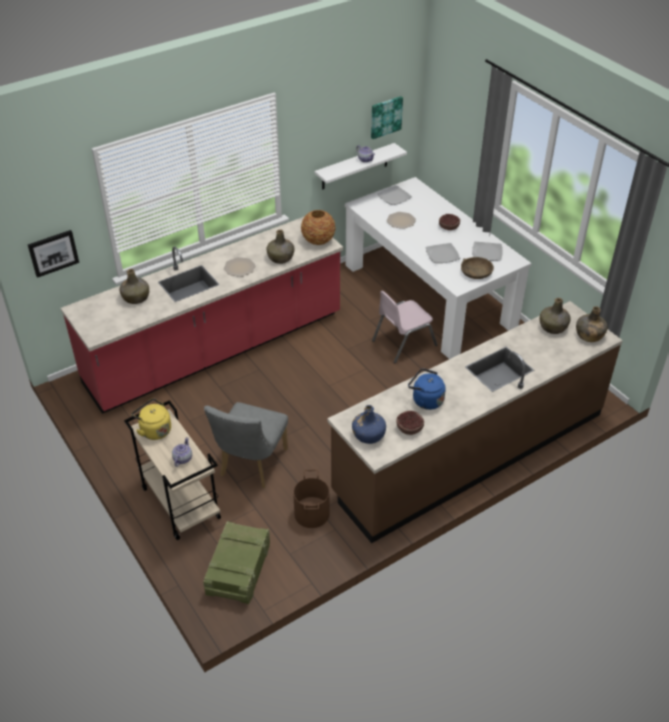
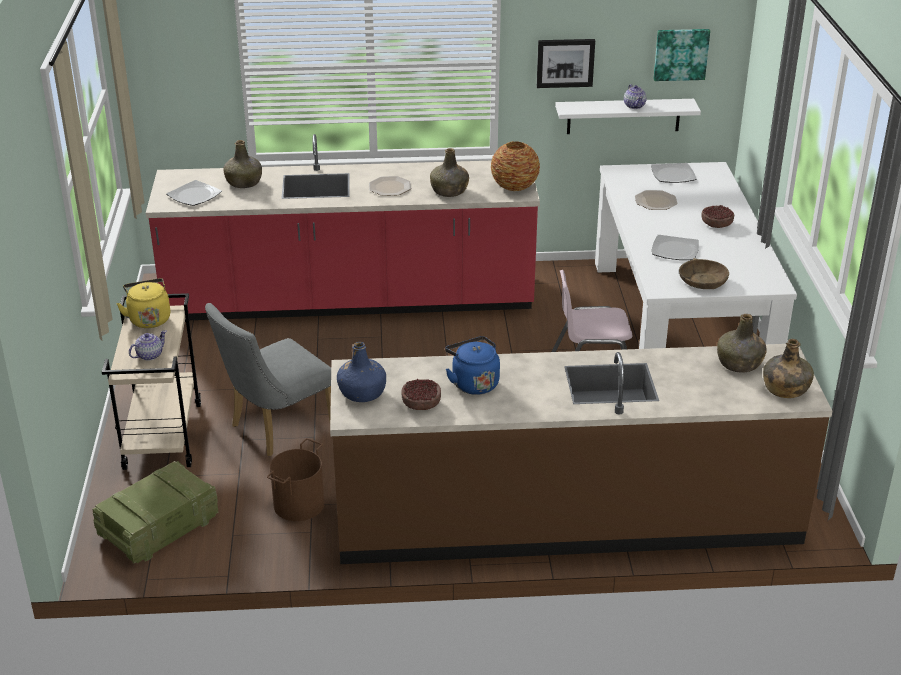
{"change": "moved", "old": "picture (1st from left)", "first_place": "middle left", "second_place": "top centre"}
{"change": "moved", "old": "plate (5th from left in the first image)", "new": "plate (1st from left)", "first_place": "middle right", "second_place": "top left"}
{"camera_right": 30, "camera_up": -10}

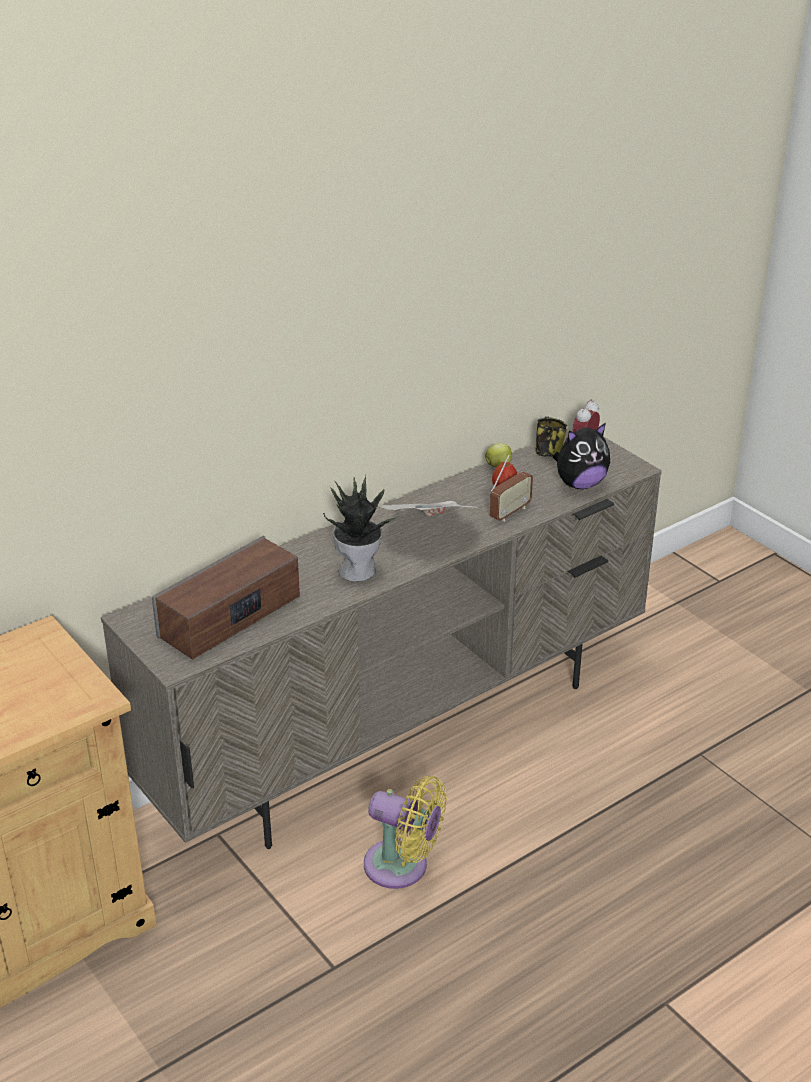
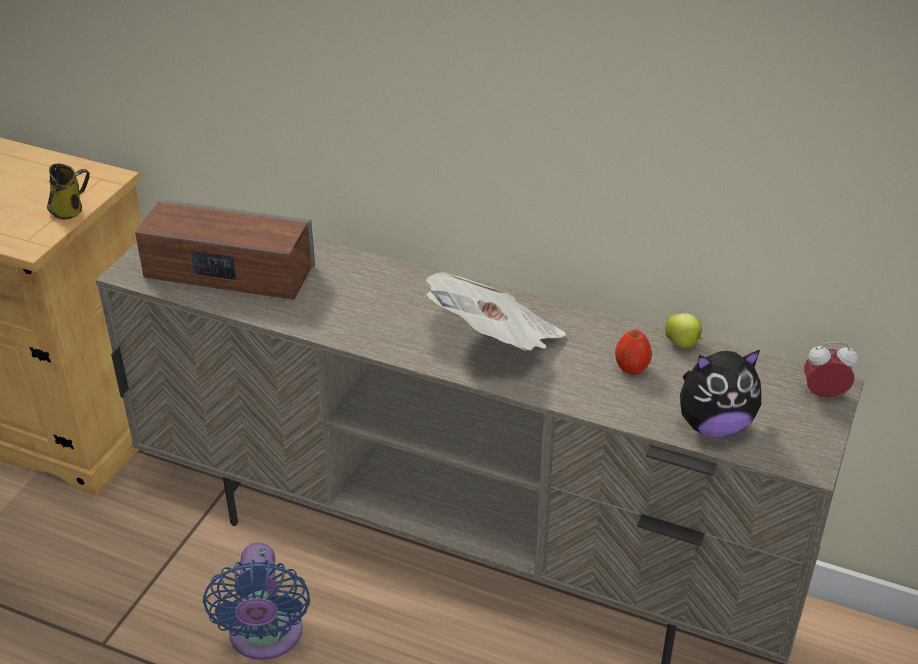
{"change": "removed", "old": "potted plant", "first_place": "centre"}
{"change": "removed", "old": "radio", "first_place": "centre"}
{"change": "moved", "old": "mug", "first_place": "middle right", "second_place": "top left"}
{"change": "recoloured", "old": "fan (yellow)", "new": "fan (blue)", "first_place": "bottom centre", "second_place": "bottom left"}
{"change": "turned", "old": "plush toy", "first_place": "middle right", "second_place": "middle right", "degrees": -45}
{"camera_right": 60, "camera_up": 5}

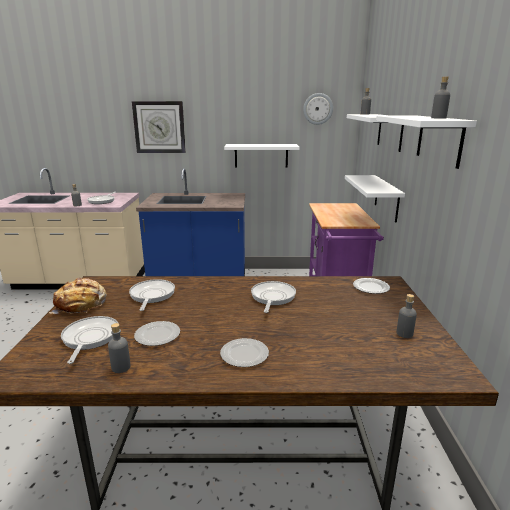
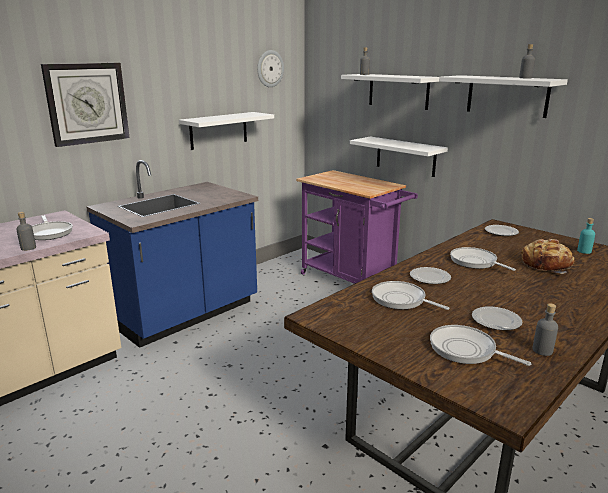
{"change": "moved", "old": "bread", "first_place": "middle left", "second_place": "middle right"}
{"change": "moved", "old": "plate (2nd from left in the first image)", "new": "plate (1st from left)", "first_place": "bottom centre", "second_place": "middle right"}
{"change": "recoloured", "old": "bottle (grey) (4th from left)", "new": "bottle (turquoise)", "first_place": "middle right", "second_place": "middle right"}
{"camera_right": -45, "camera_up": 0}

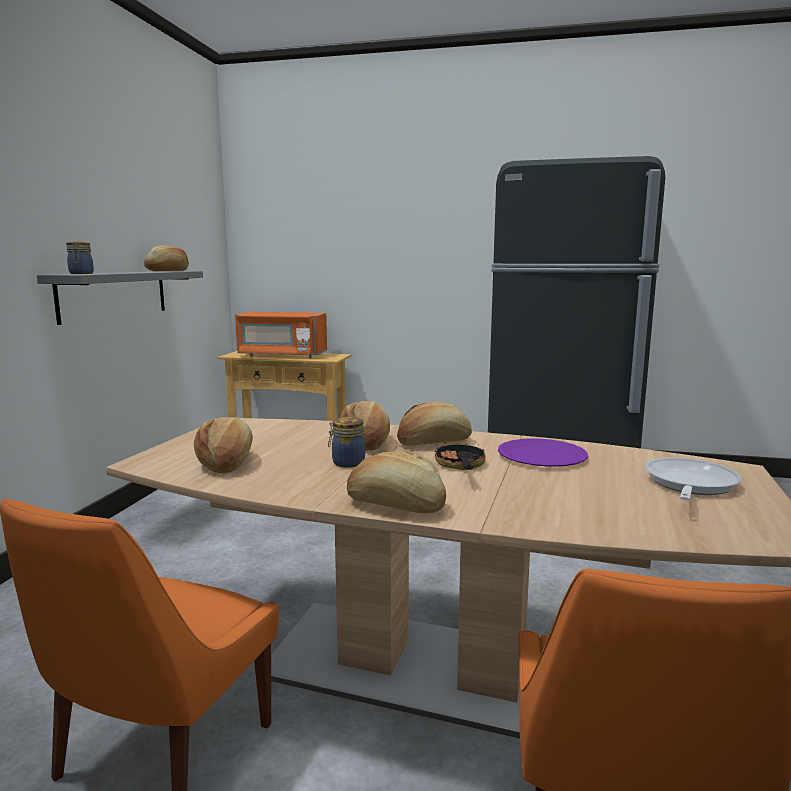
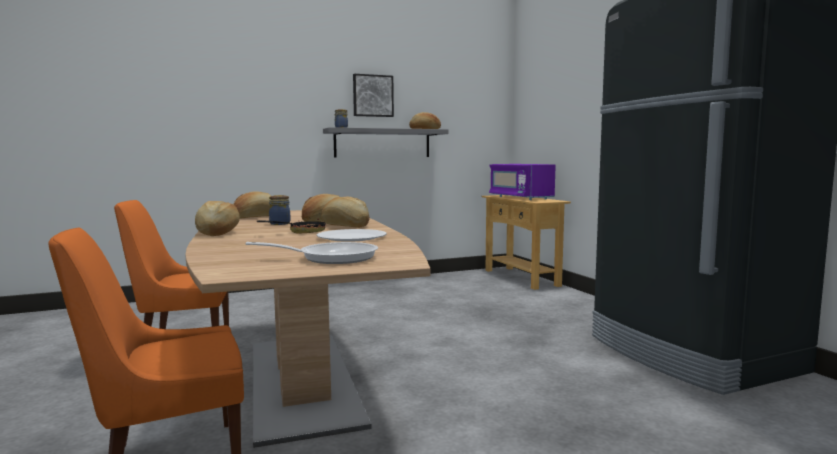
{"change": "added", "new": "picture", "second_place": "top centre"}
{"change": "recoloured", "old": "microwave (orange)", "new": "microwave (purple)", "first_place": "centre", "second_place": "centre"}
{"change": "recoloured", "old": "plate (purple)", "new": "plate (white)", "first_place": "middle right", "second_place": "centre"}
{"camera_right": 55, "camera_up": -5}

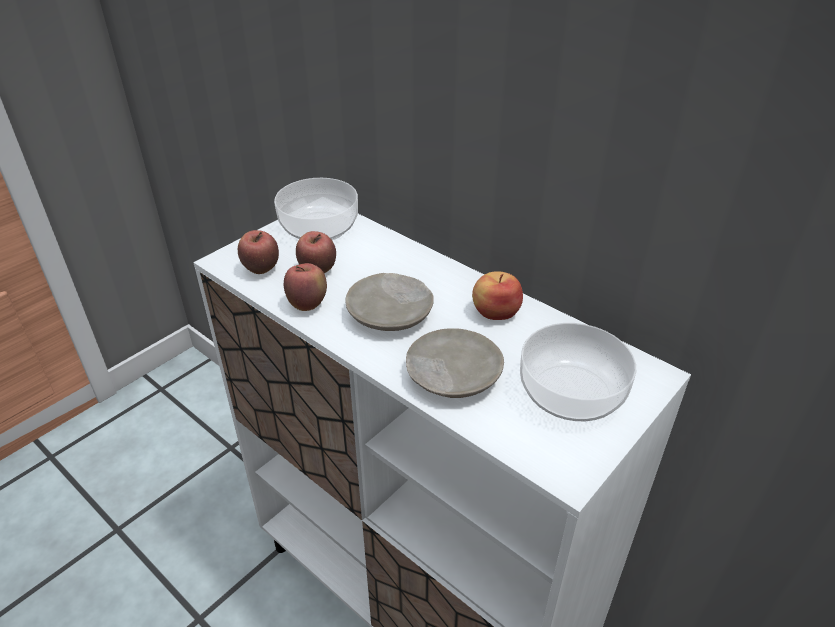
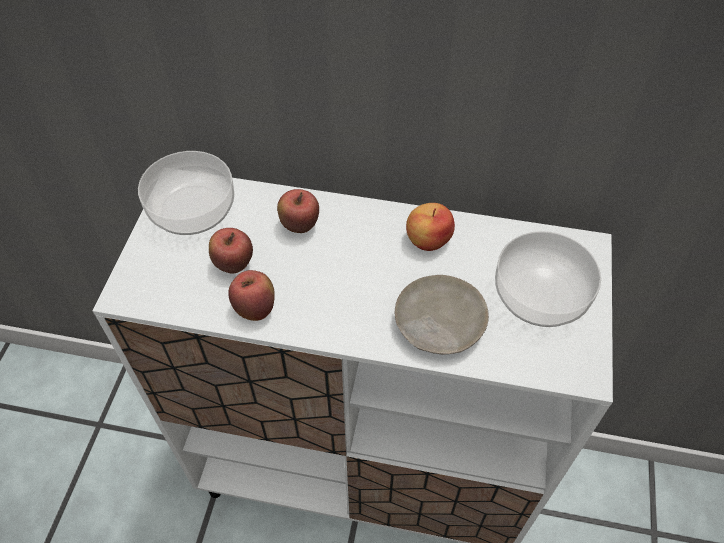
{"change": "removed", "old": "plate (beige) (1st from left)", "first_place": "centre"}
{"change": "moved", "old": "apple (1st from left in the first image)", "new": "apple (3rd from left)", "first_place": "middle left", "second_place": "centre"}
{"camera_right": -30, "camera_up": 15}

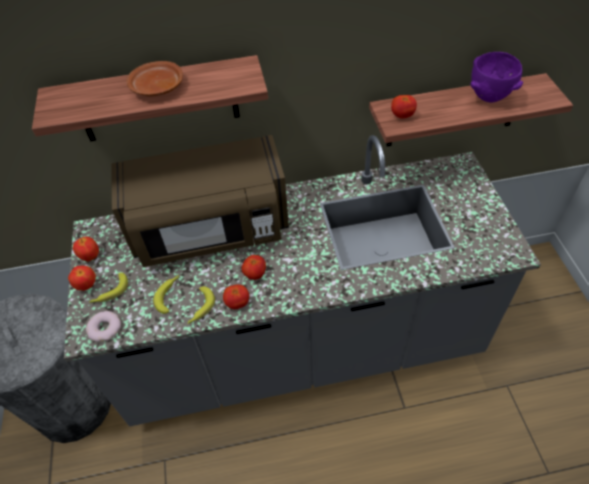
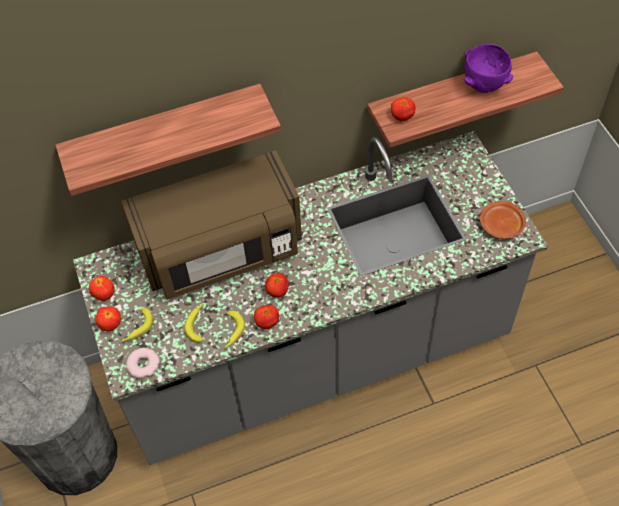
{"change": "moved", "old": "plate (brown)", "first_place": "top left", "second_place": "middle right"}
{"camera_right": -10, "camera_up": 5}

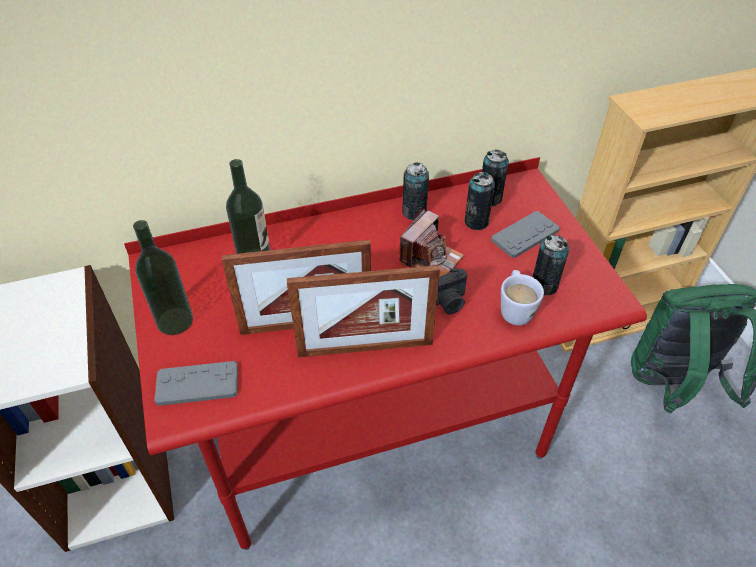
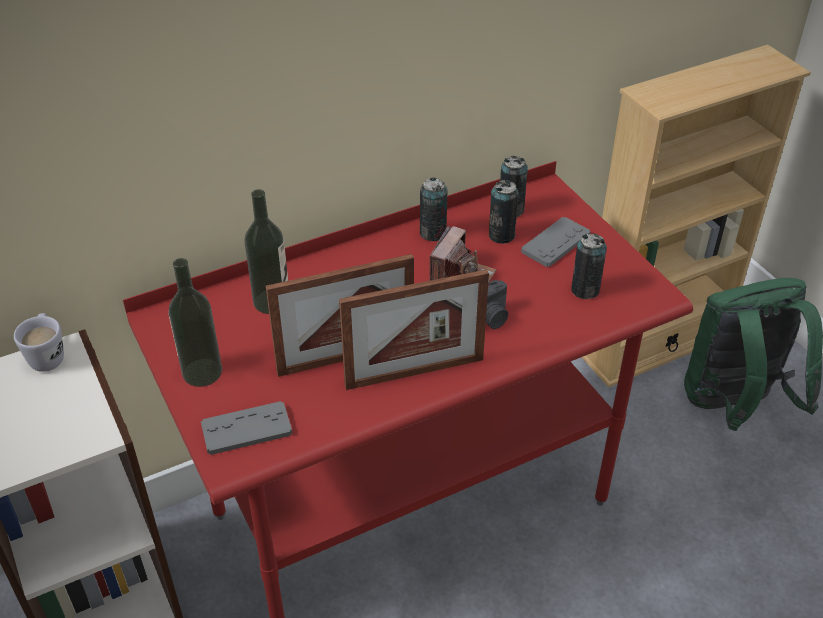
{"change": "moved", "old": "mug (white)", "first_place": "middle right", "second_place": "middle left"}
{"camera_right": -10, "camera_up": -5}

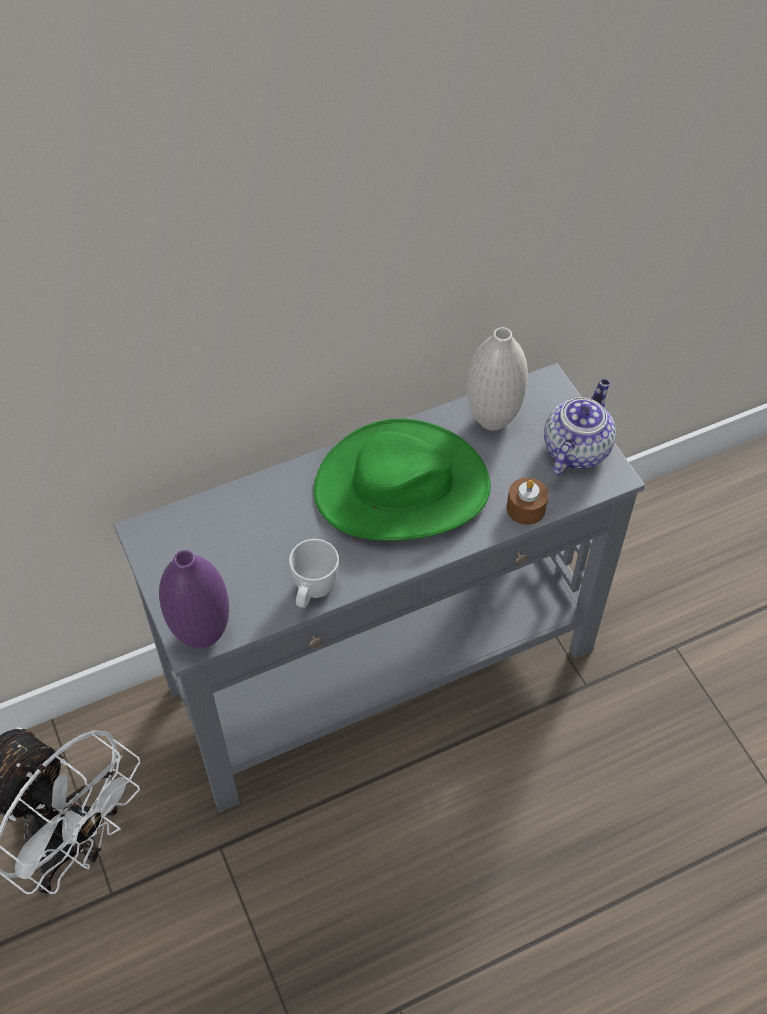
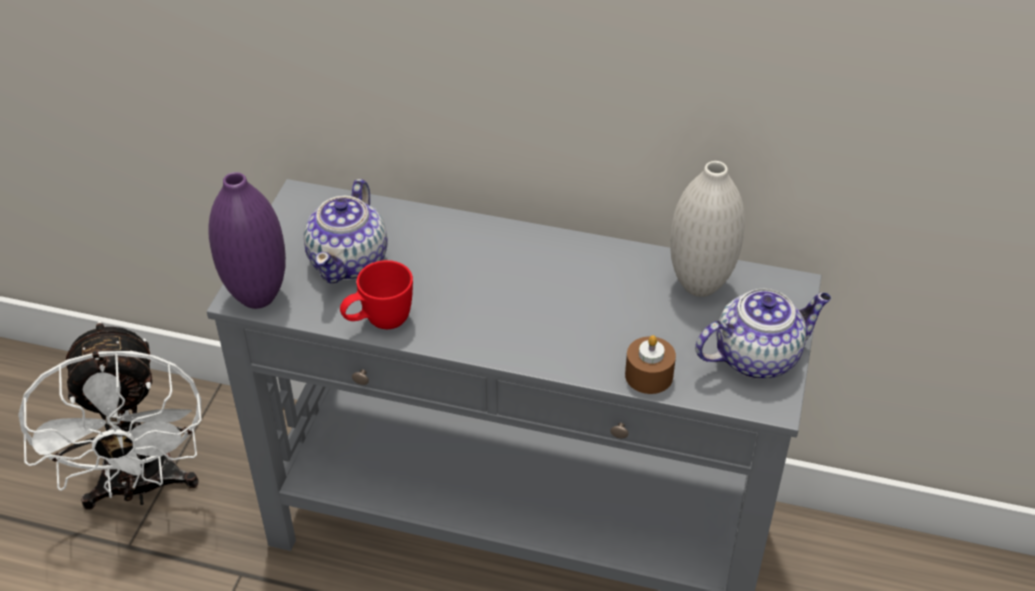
{"change": "removed", "old": "hat (green)", "first_place": "centre"}
{"change": "added", "new": "teapot (1st from left)", "second_place": "centre"}
{"change": "recoloured", "old": "mug (white)", "new": "mug (red)", "first_place": "centre", "second_place": "centre"}
{"camera_right": 40, "camera_up": -10}

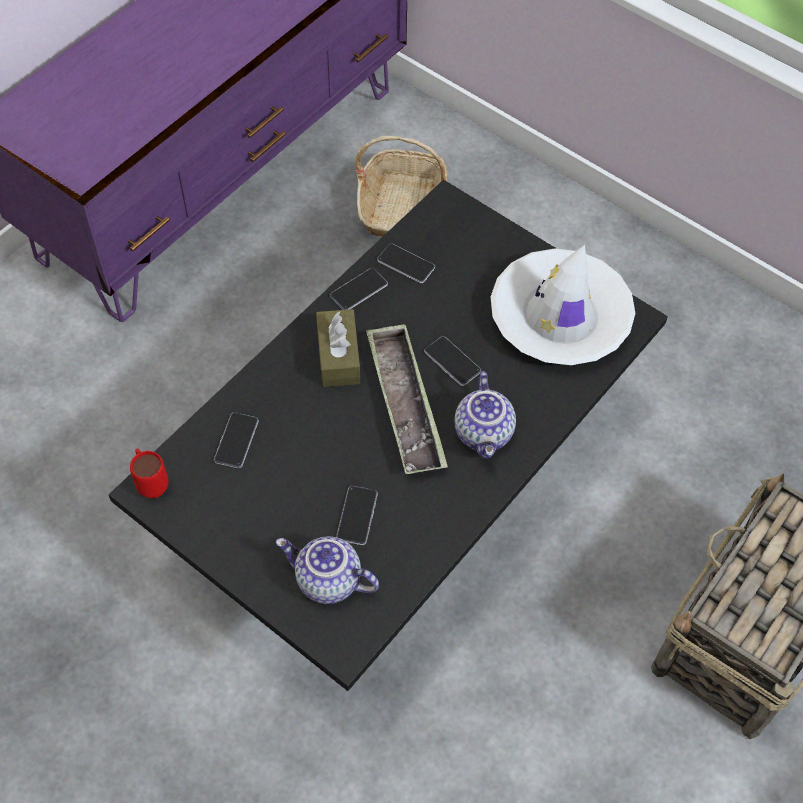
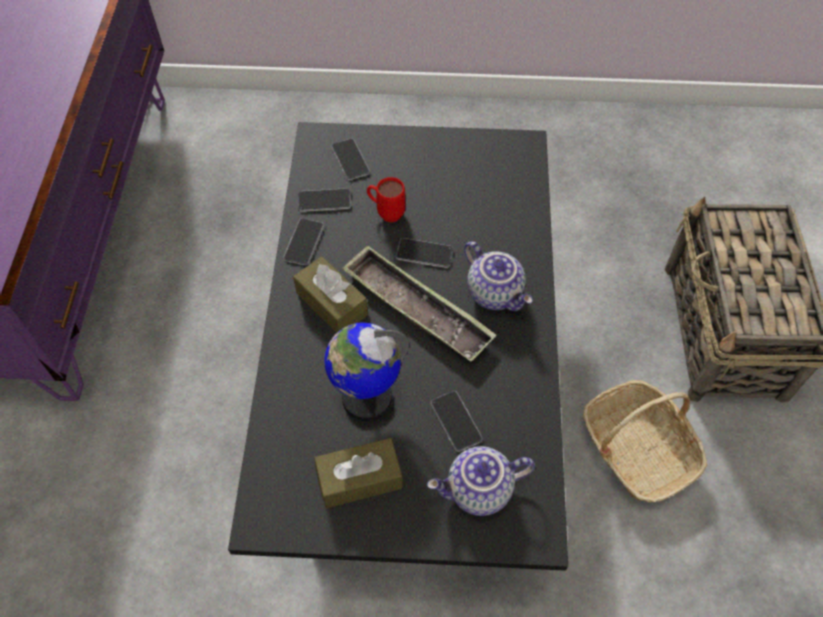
{"change": "removed", "old": "hat (white)", "first_place": "middle right"}
{"change": "added", "new": "tissue box (brown) (2nd from left)", "second_place": "bottom centre"}
{"change": "added", "new": "globe", "second_place": "centre"}
{"change": "moved", "old": "mug (red)", "first_place": "middle left", "second_place": "top centre"}
{"change": "moved", "old": "phone (1st from left in the first image)", "new": "phone (3rd from left)", "first_place": "middle left", "second_place": "top centre"}
{"change": "moved", "old": "basket (1st from left)", "first_place": "top centre", "second_place": "bottom right"}
{"camera_right": -35, "camera_up": 0}

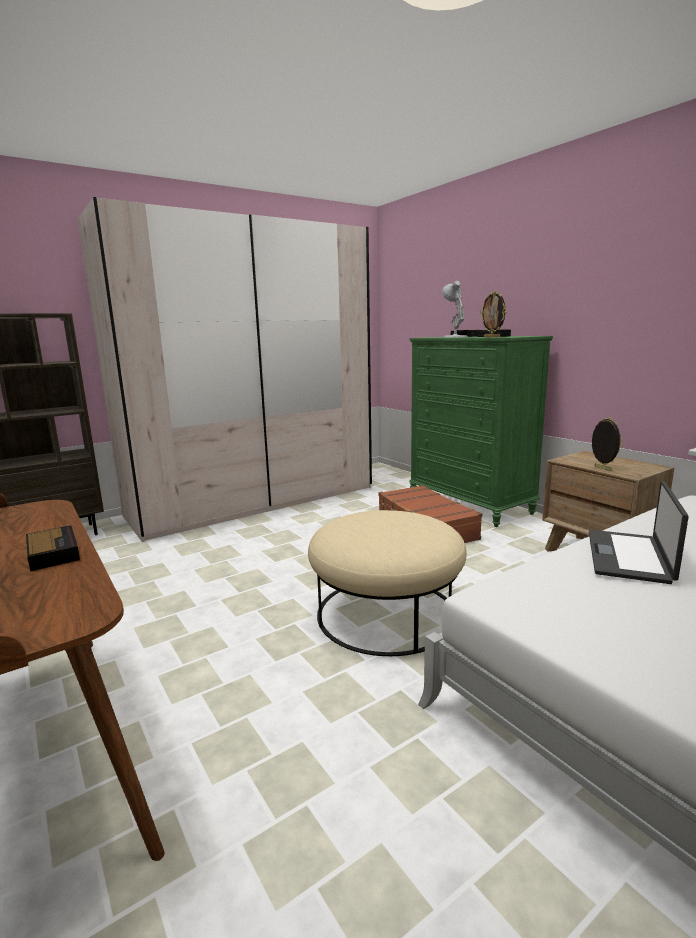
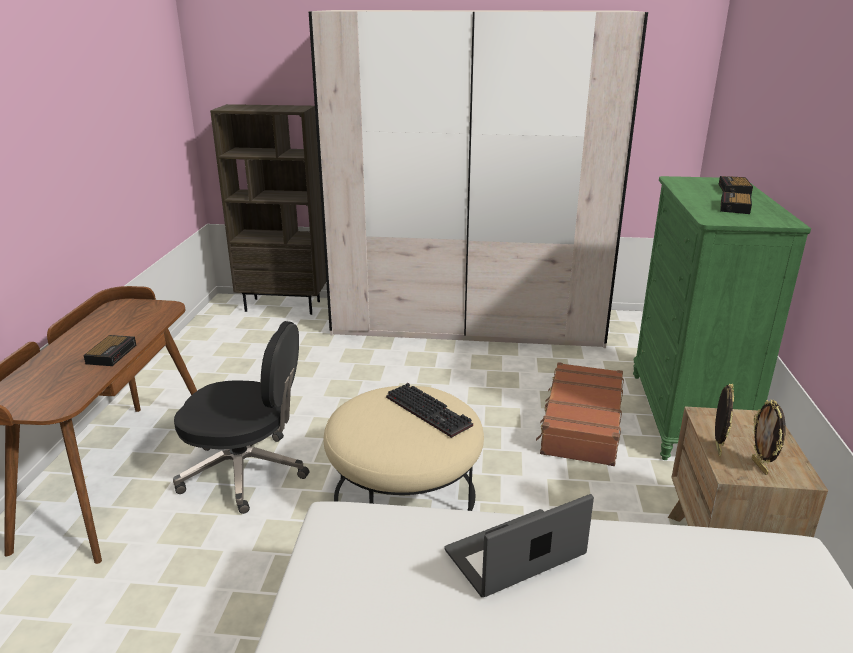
{"change": "removed", "old": "table lamp (white)", "first_place": "top centre"}
{"change": "added", "new": "office chair (black)", "second_place": "middle left"}
{"change": "added", "new": "keyboard", "second_place": "centre"}
{"change": "moved", "old": "picture frame (1st from left in the first image)", "new": "picture frame (2nd from left)", "first_place": "middle right", "second_place": "bottom right"}
{"camera_right": 40, "camera_up": 10}

